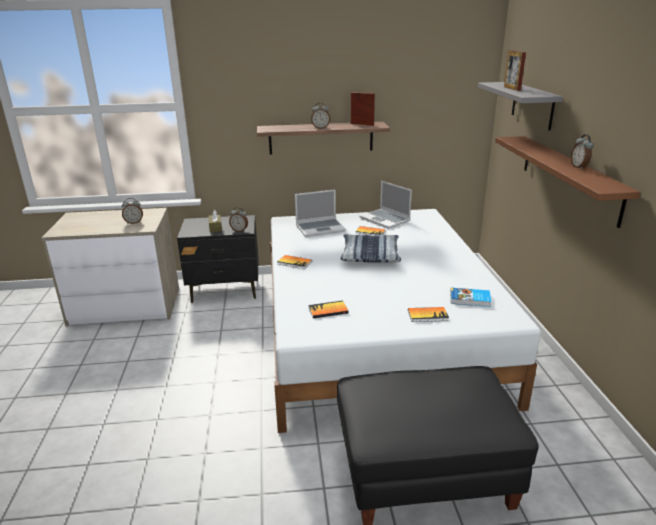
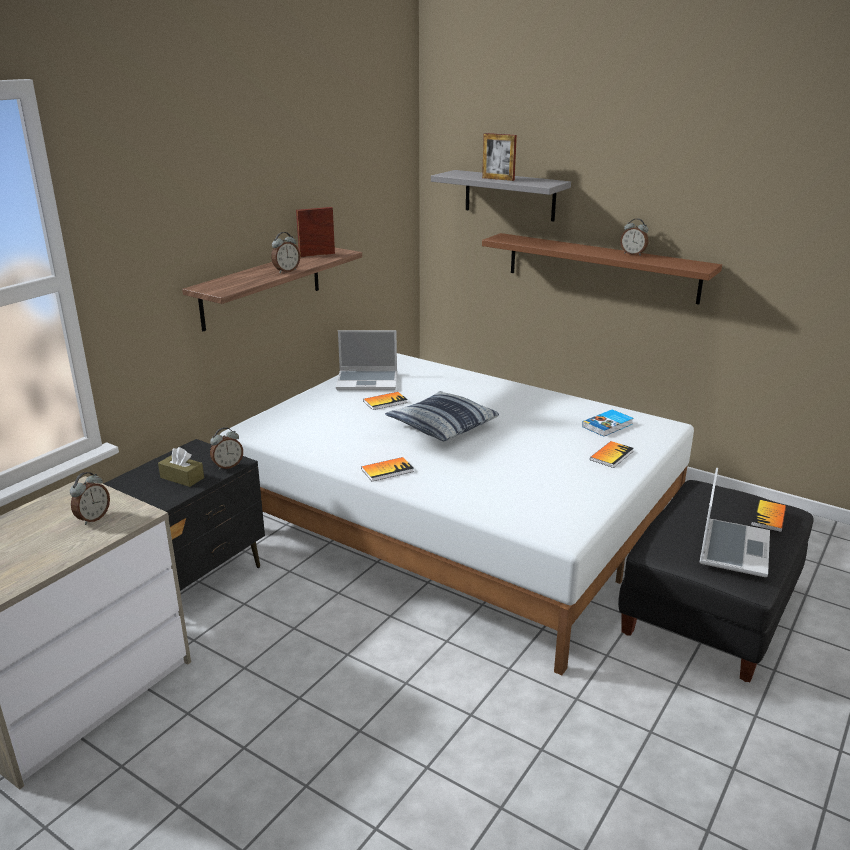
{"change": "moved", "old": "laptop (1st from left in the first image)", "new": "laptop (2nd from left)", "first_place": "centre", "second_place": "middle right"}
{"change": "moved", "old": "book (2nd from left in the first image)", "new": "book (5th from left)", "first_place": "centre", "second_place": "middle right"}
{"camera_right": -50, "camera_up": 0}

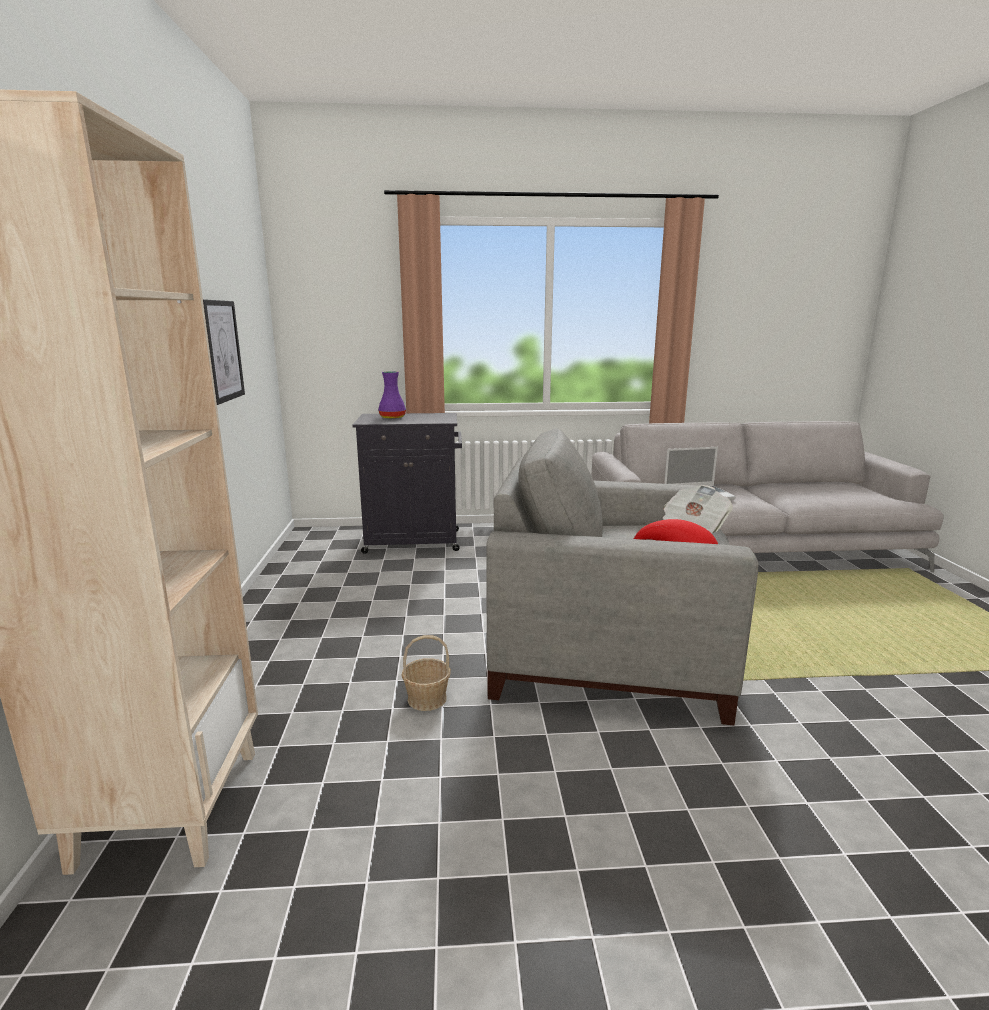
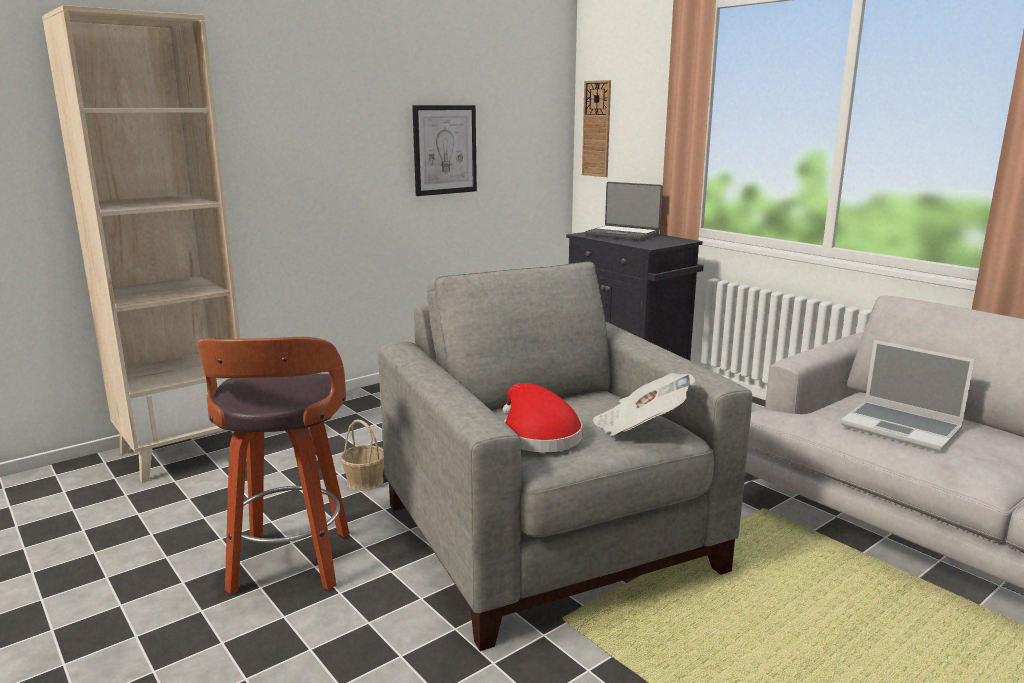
{"change": "added", "new": "stool", "second_place": "bottom left"}
{"change": "added", "new": "wall clock", "second_place": "top centre"}
{"change": "replaced", "old": "vase (purple)", "new": "laptop (1st from left)", "first_place": "centre", "second_place": "top centre"}
{"camera_right": 55, "camera_up": 0}

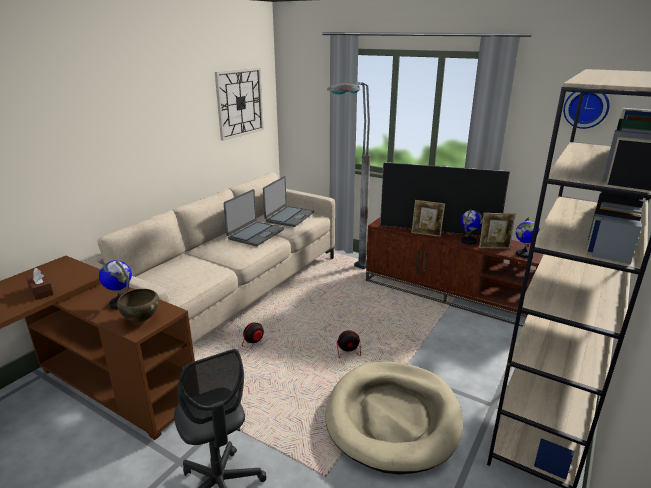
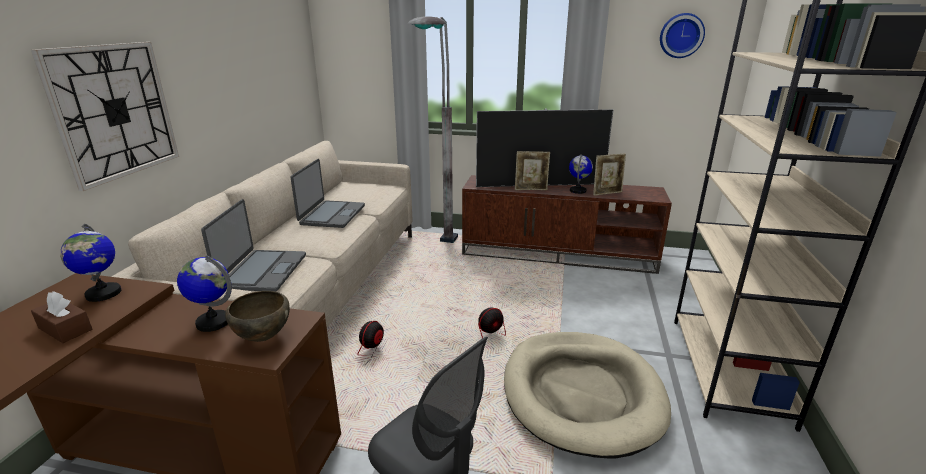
{"change": "moved", "old": "wall clock (1st from left)", "first_place": "top centre", "second_place": "top left"}
{"change": "moved", "old": "laptop (2nd from left in the first image)", "new": "laptop (1st from left)", "first_place": "centre", "second_place": "middle left"}
{"change": "moved", "old": "globe (3rd from left in the first image)", "new": "globe (1st from left)", "first_place": "middle right", "second_place": "middle left"}
{"camera_right": -20, "camera_up": 0}

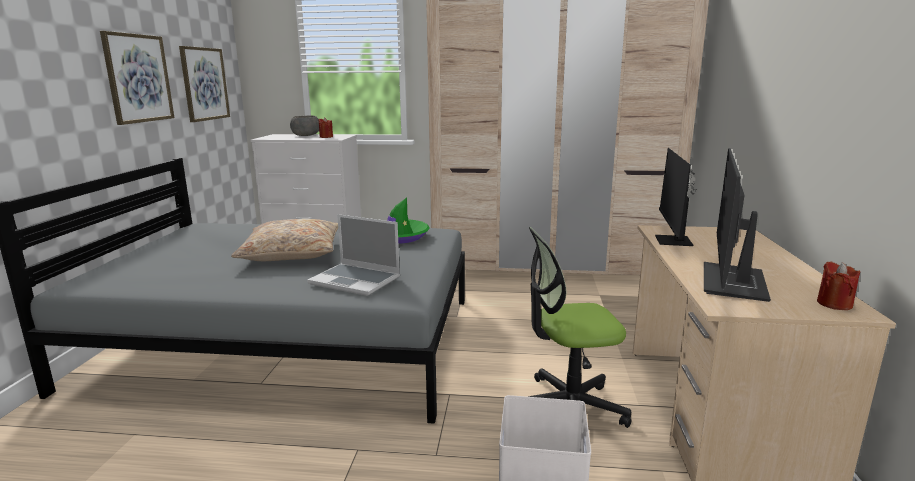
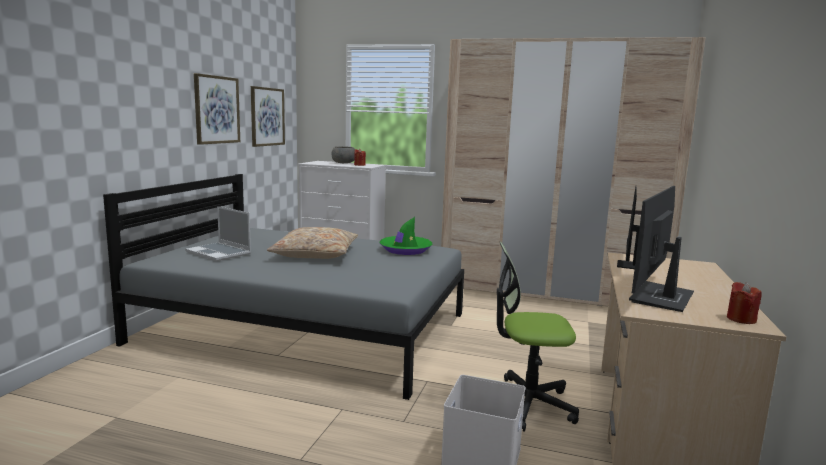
{"change": "moved", "old": "laptop", "first_place": "centre", "second_place": "middle left"}
{"camera_right": 10, "camera_up": -5}

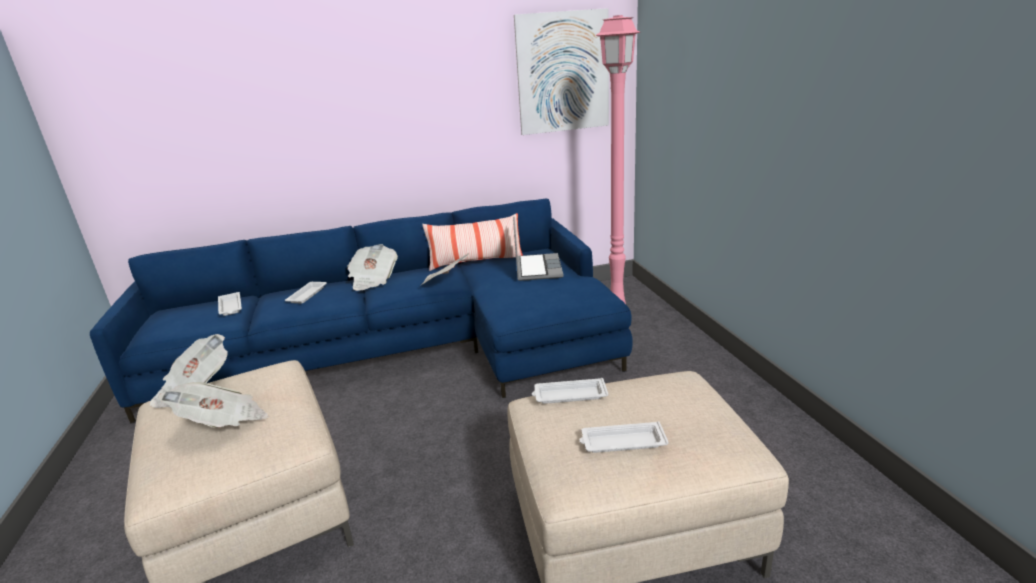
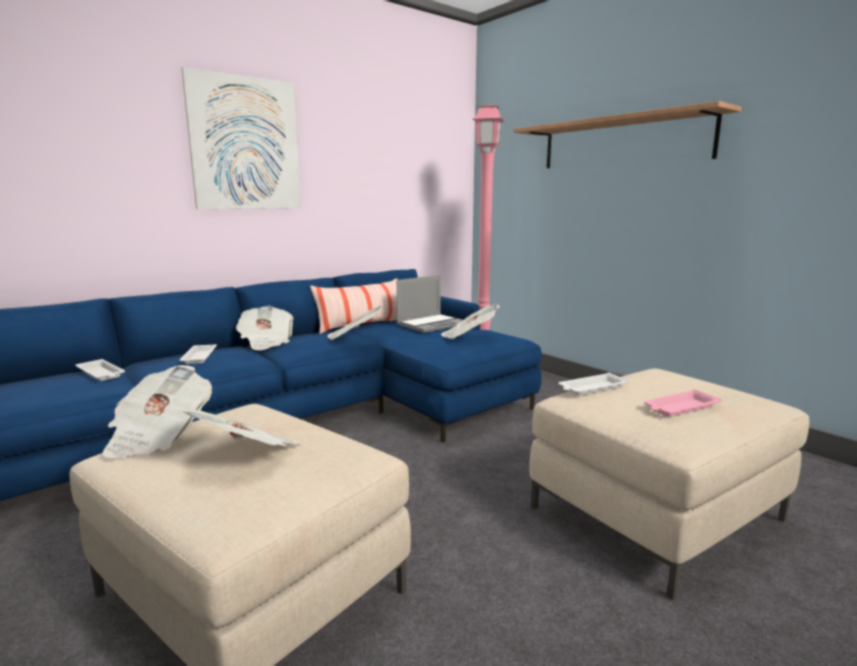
{"change": "added", "new": "newspaper (5th from left)", "second_place": "centre"}
{"change": "added", "new": "shelf", "second_place": "top right"}
{"change": "moved", "old": "picture", "first_place": "top centre", "second_place": "top left"}
{"change": "recoloured", "old": "tray (white) (4th from left)", "new": "tray (pink)", "first_place": "bottom centre", "second_place": "middle right"}
{"change": "turned", "old": "laptop", "first_place": "centre", "second_place": "centre", "degrees": 75}
{"camera_right": -25, "camera_up": -10}

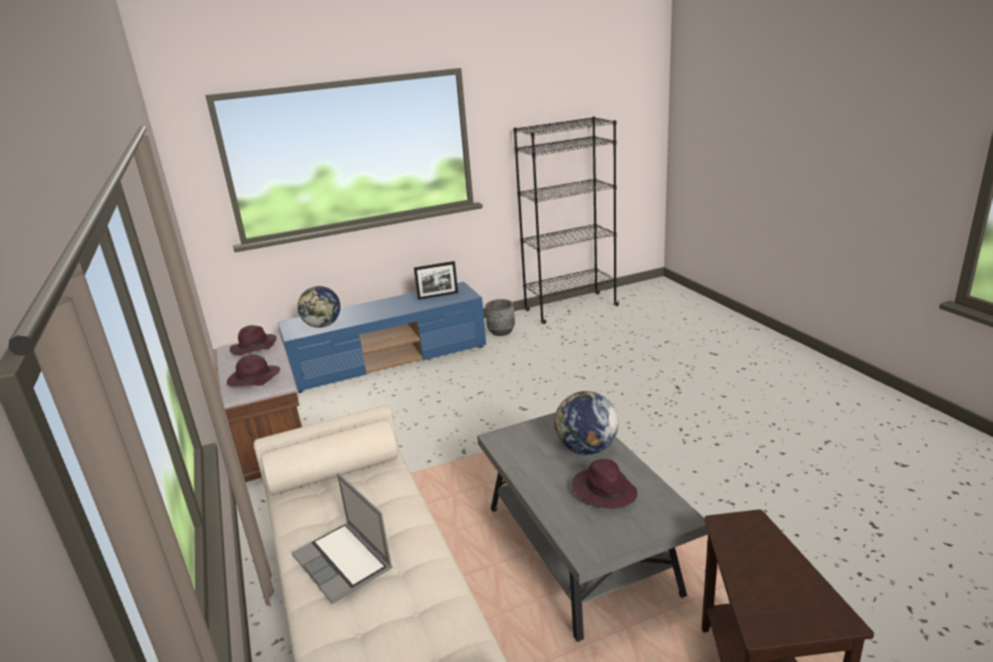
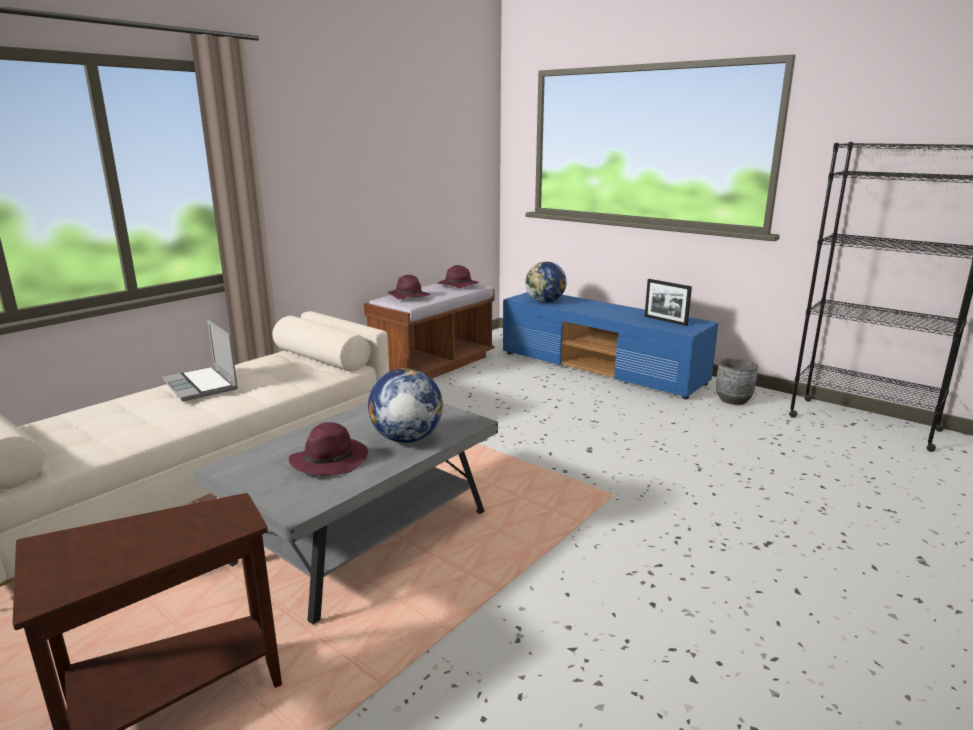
{"change": "turned", "old": "laptop", "first_place": "bottom centre", "second_place": "middle left", "degrees": -60}
{"camera_right": 60, "camera_up": -5}

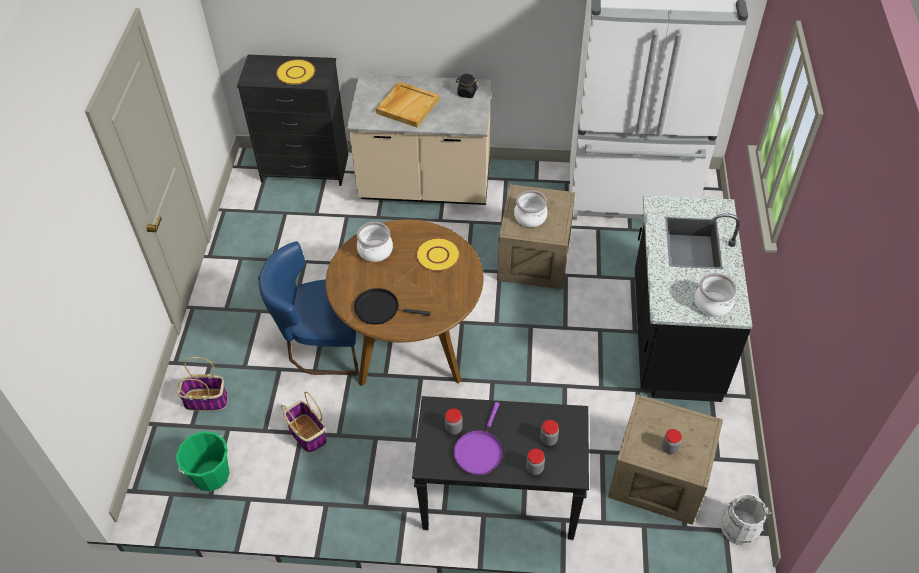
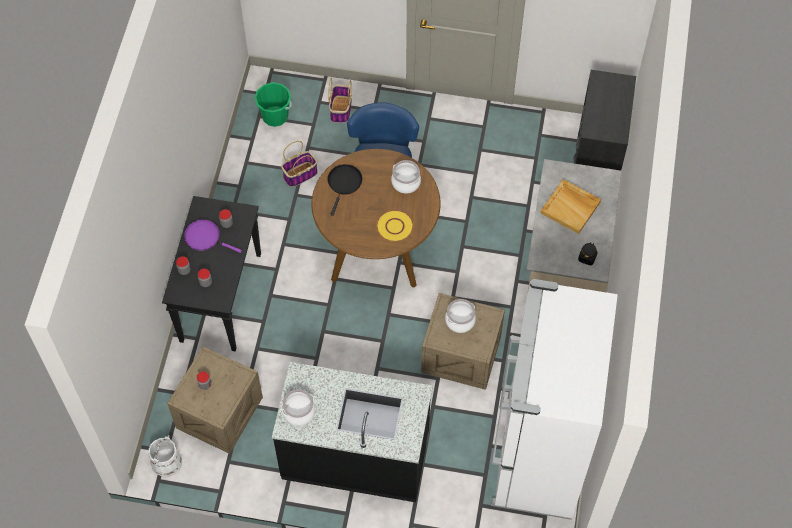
{"change": "removed", "old": "plate (yellow) (1st from left)", "first_place": "top left"}
{"camera_right": 95, "camera_up": 10}

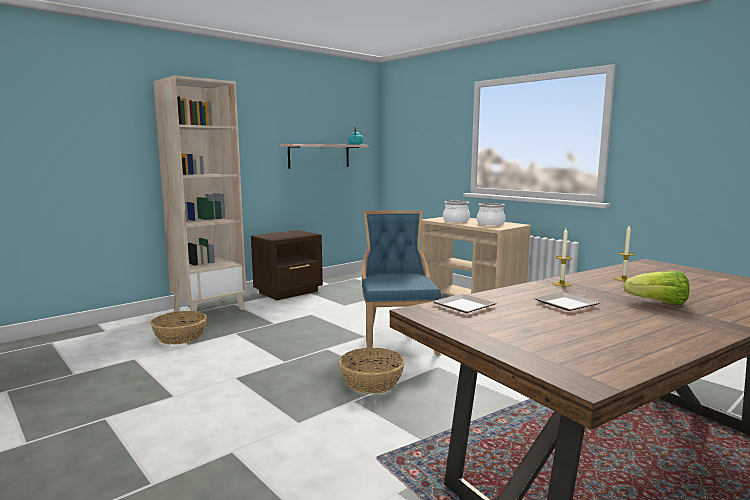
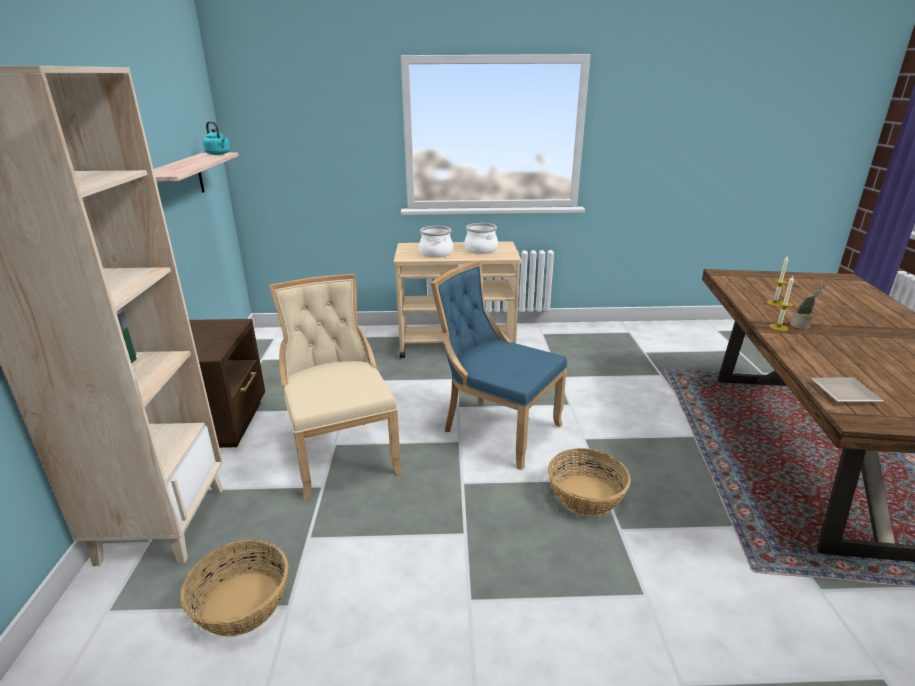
{"change": "removed", "old": "plate (2nd from left)", "first_place": "middle right"}
{"change": "removed", "old": "lettuce", "first_place": "middle right"}
{"change": "added", "new": "chair (beige)", "second_place": "centre"}
{"change": "added", "new": "potted plant", "second_place": "middle right"}
{"camera_right": -50, "camera_up": 15}

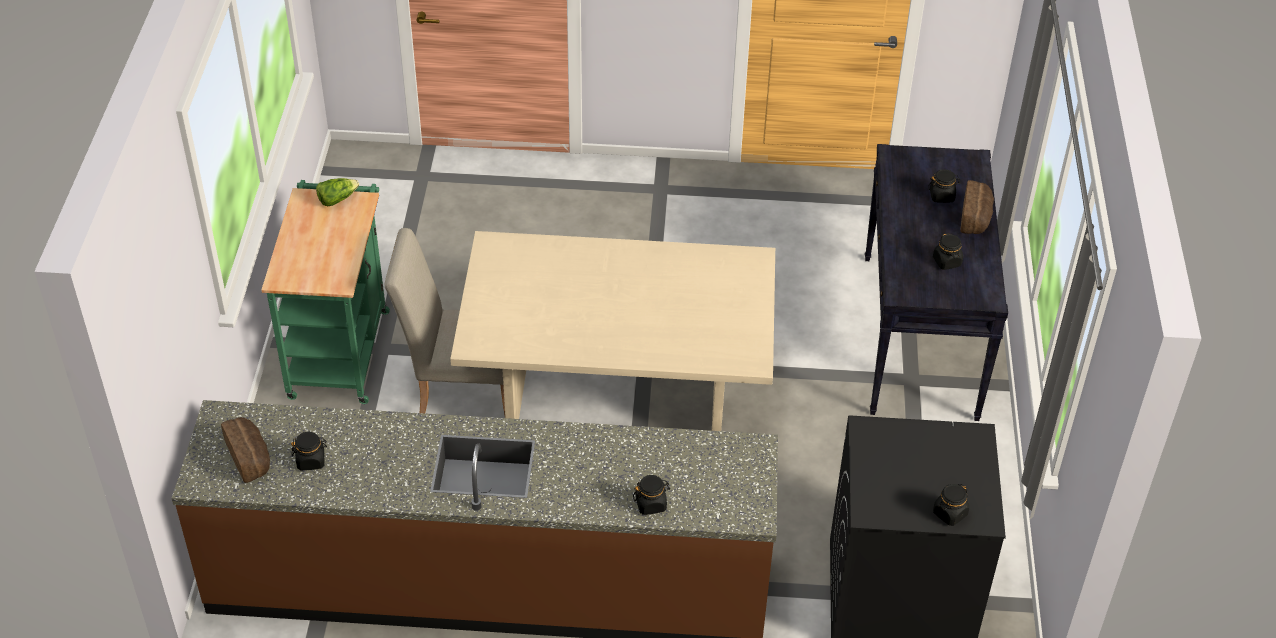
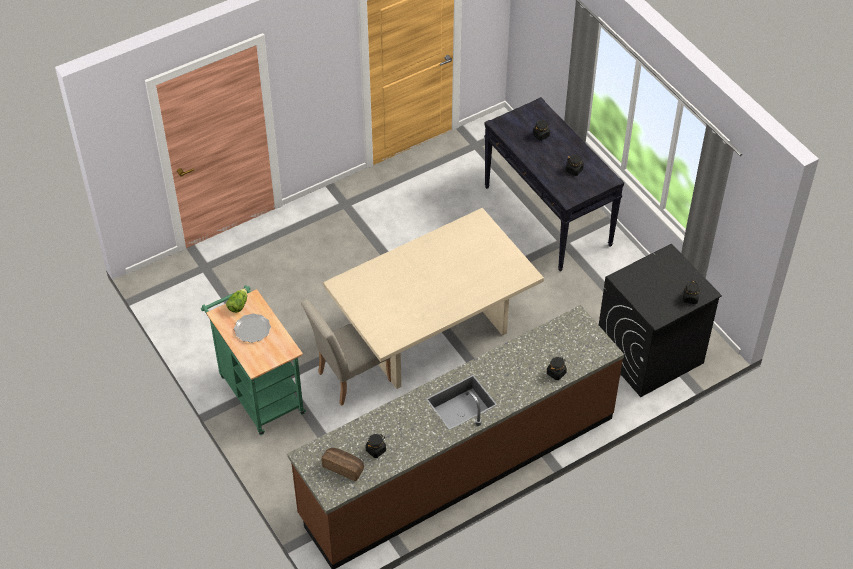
{"change": "removed", "old": "bread (2nd from left)", "first_place": "top right"}
{"change": "added", "new": "plate", "second_place": "middle left"}
{"camera_right": -35, "camera_up": 5}

